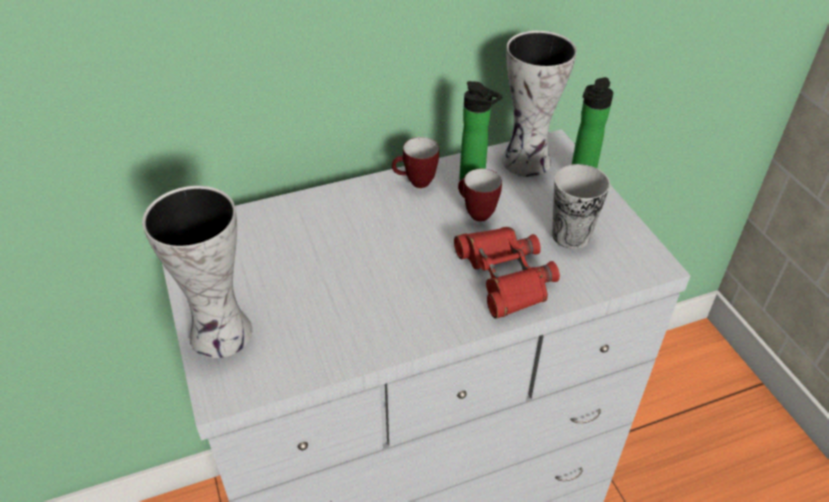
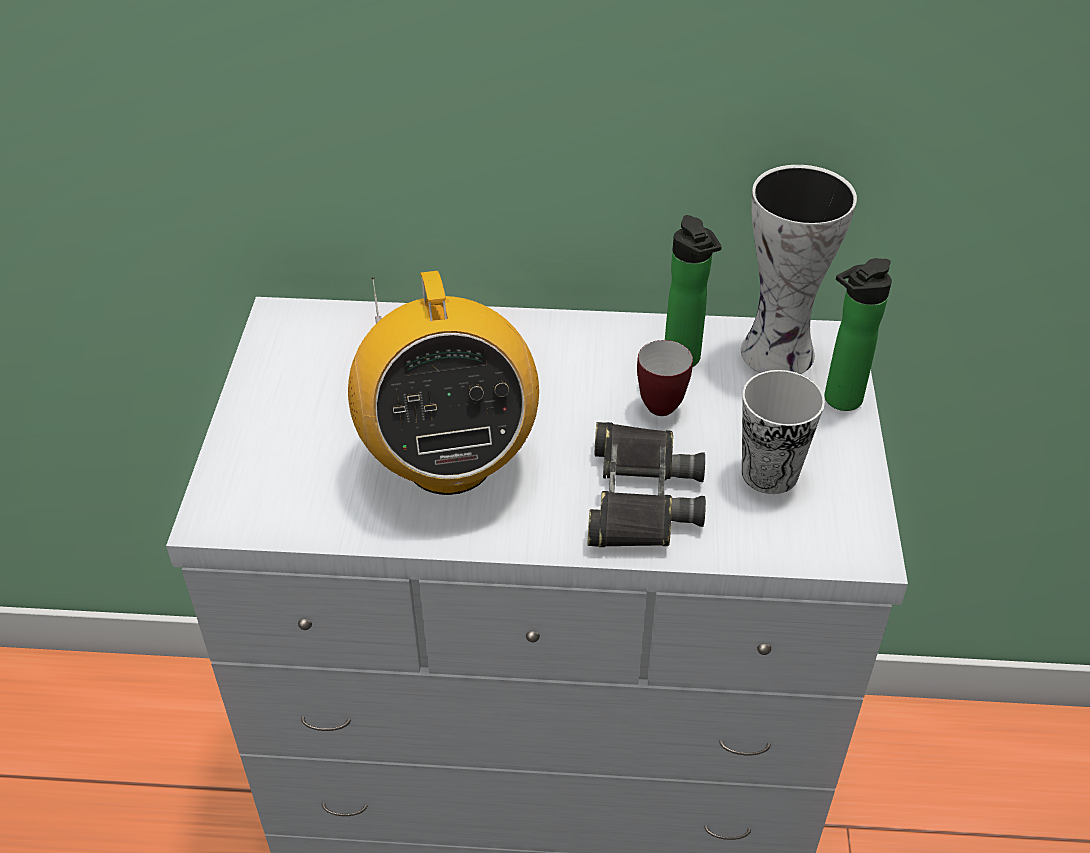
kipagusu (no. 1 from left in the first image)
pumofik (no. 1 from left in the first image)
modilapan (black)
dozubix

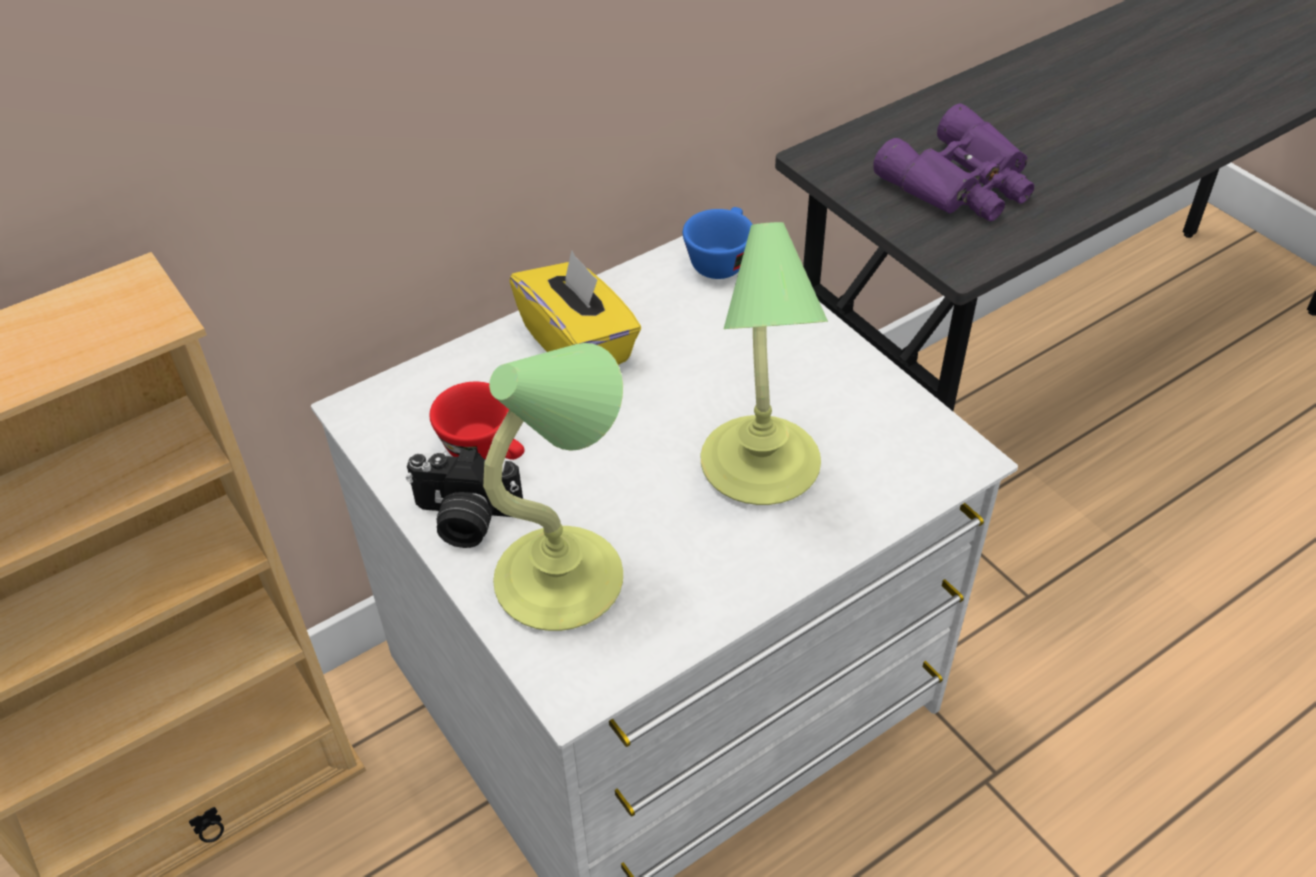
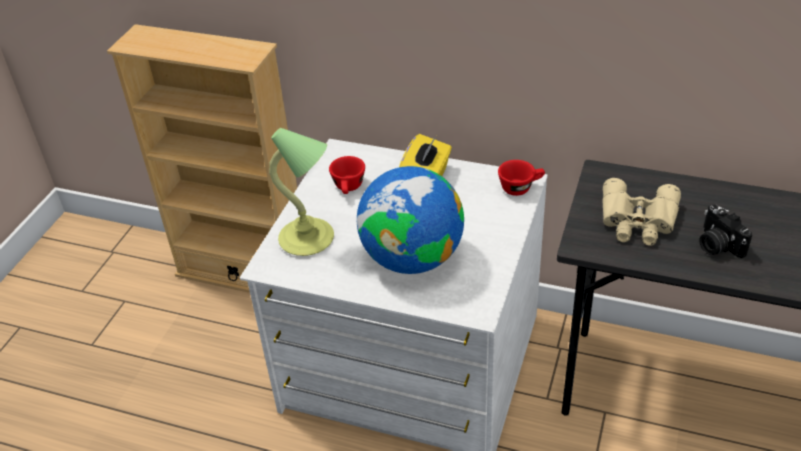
modilapan (beige)
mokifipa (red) (no. 2 from left)
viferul
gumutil

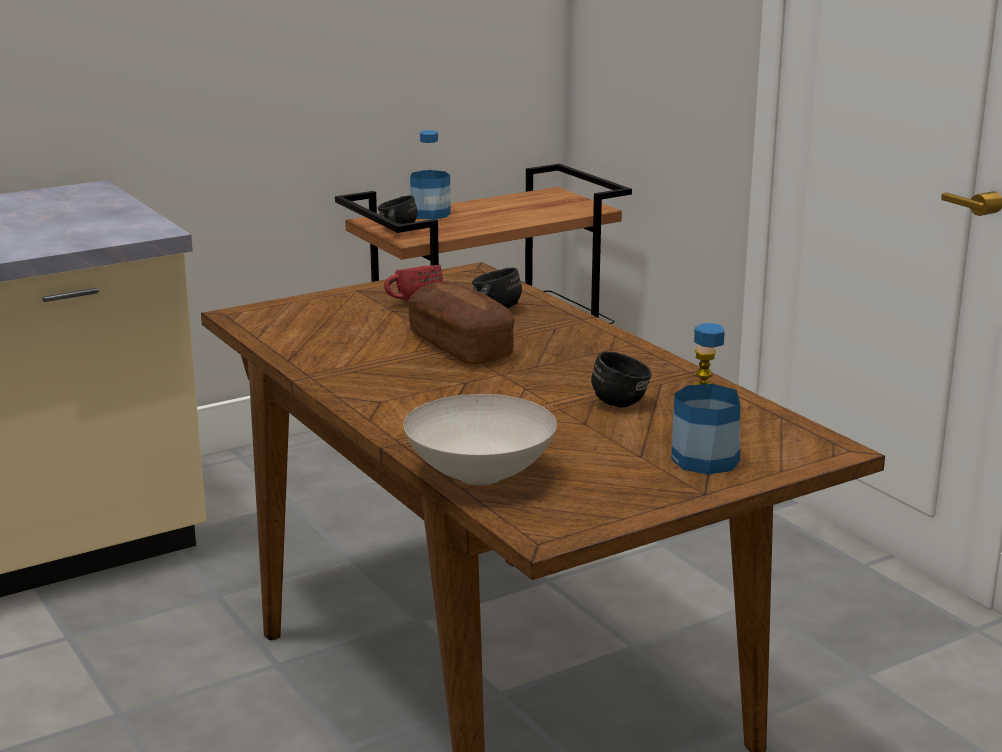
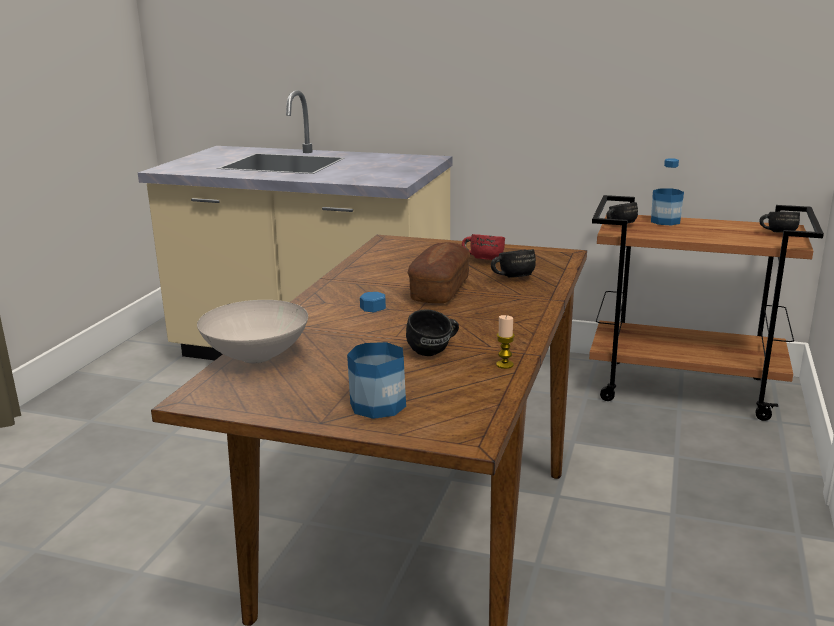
kipagusu (black) (no. 4 from left)

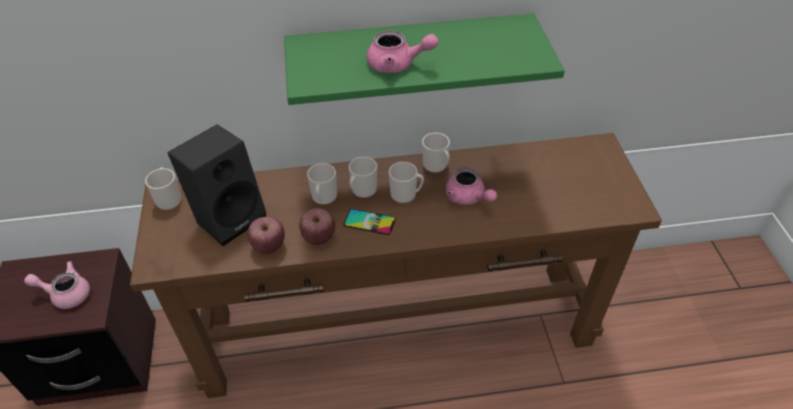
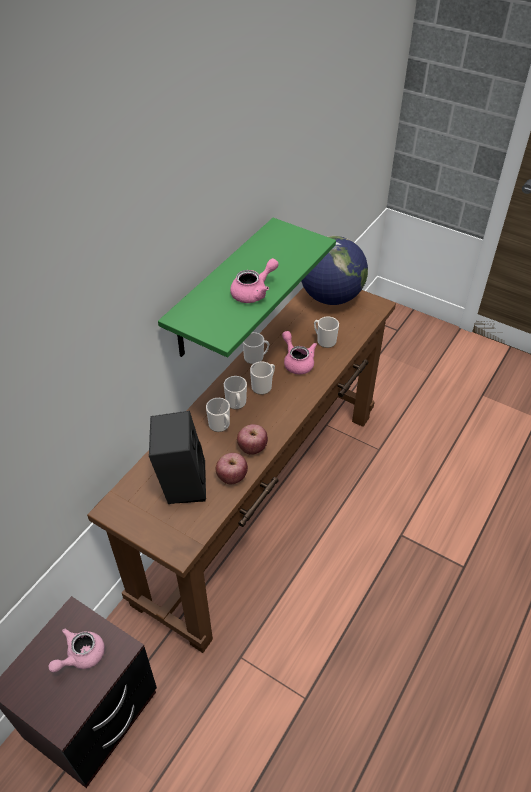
kipagusu (no. 5 from left)
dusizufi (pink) (no. 3 from left)
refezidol
viferul

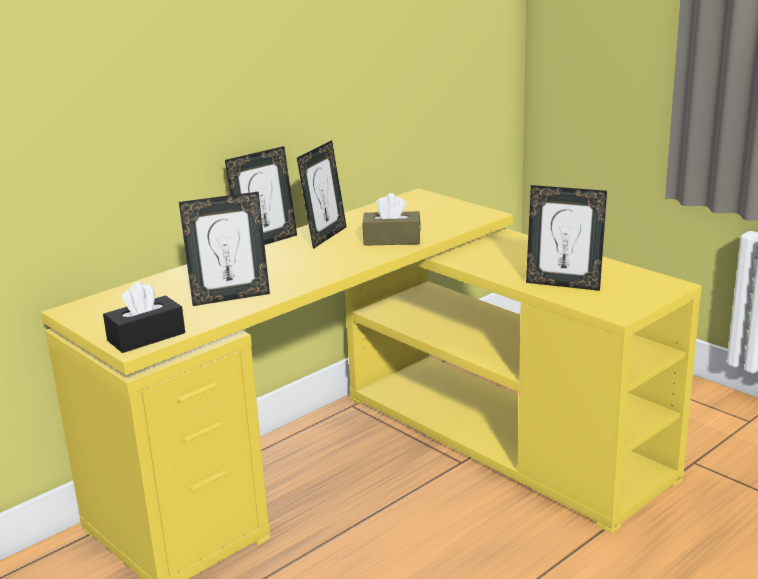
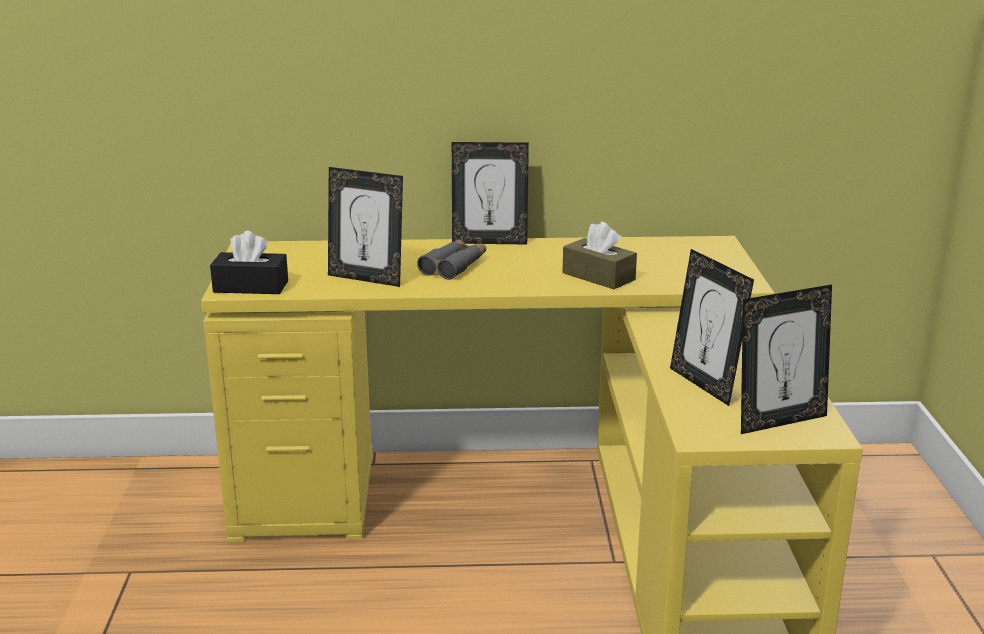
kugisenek (no. 4 from left)
modilapan (grey)

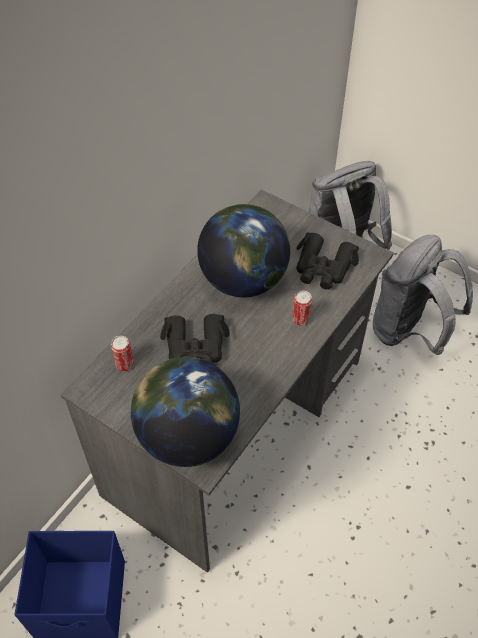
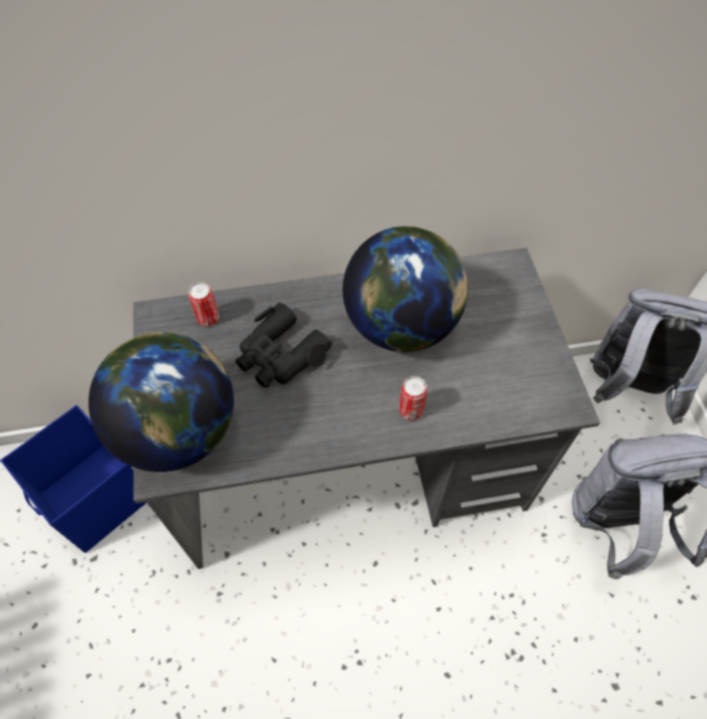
modilapan (black) (no. 2 from left in the first image)

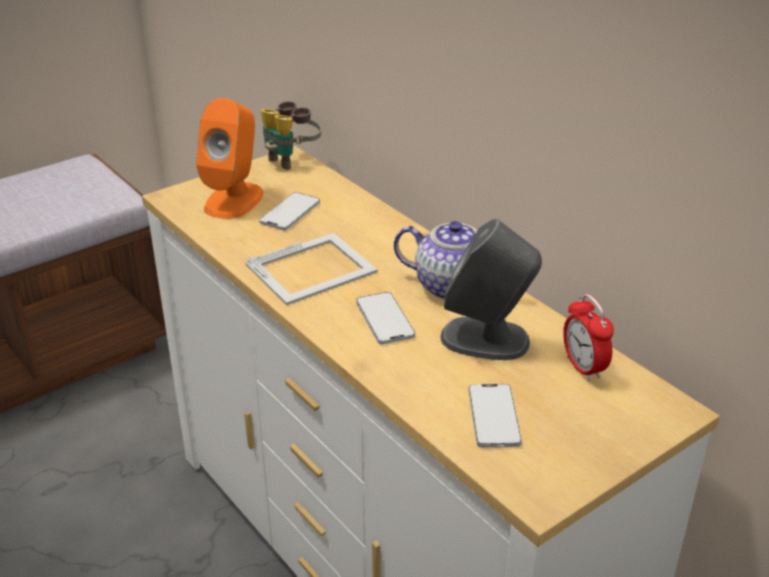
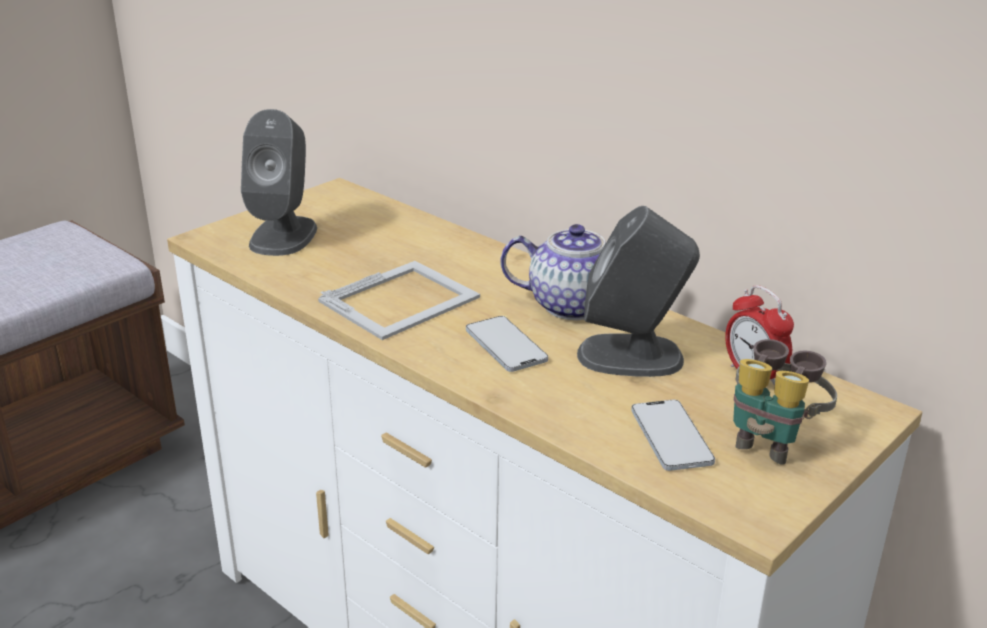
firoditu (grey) (no. 1 from left)
modilapan
refezidol (no. 1 from left in the first image)

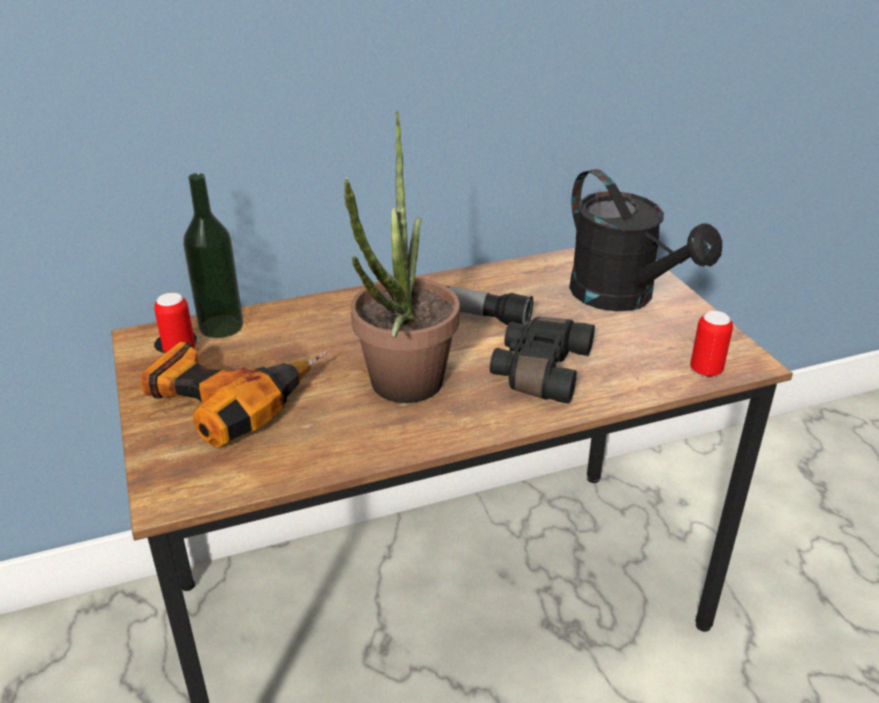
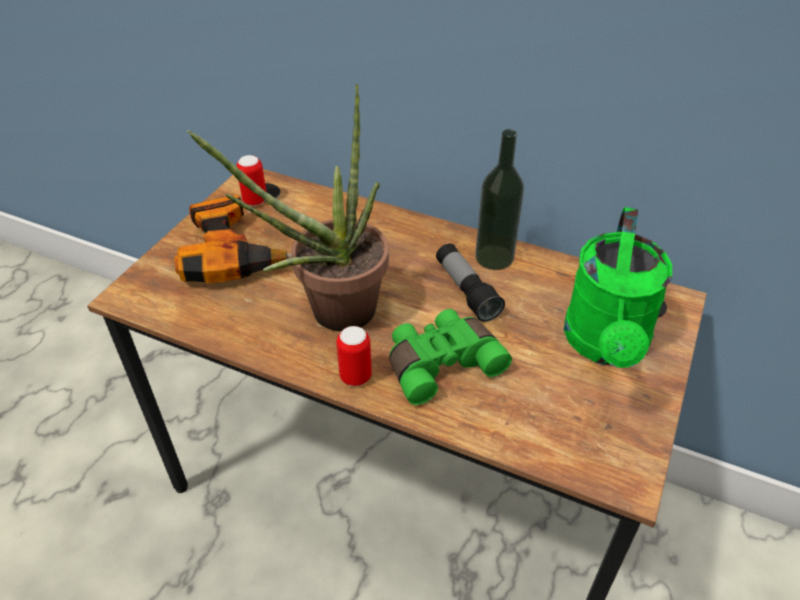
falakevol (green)
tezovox
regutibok (no. 2 from left)
modilapan (green)

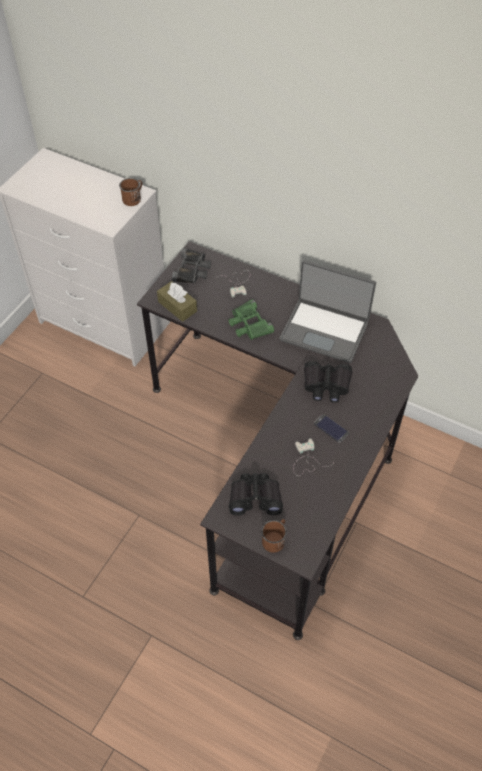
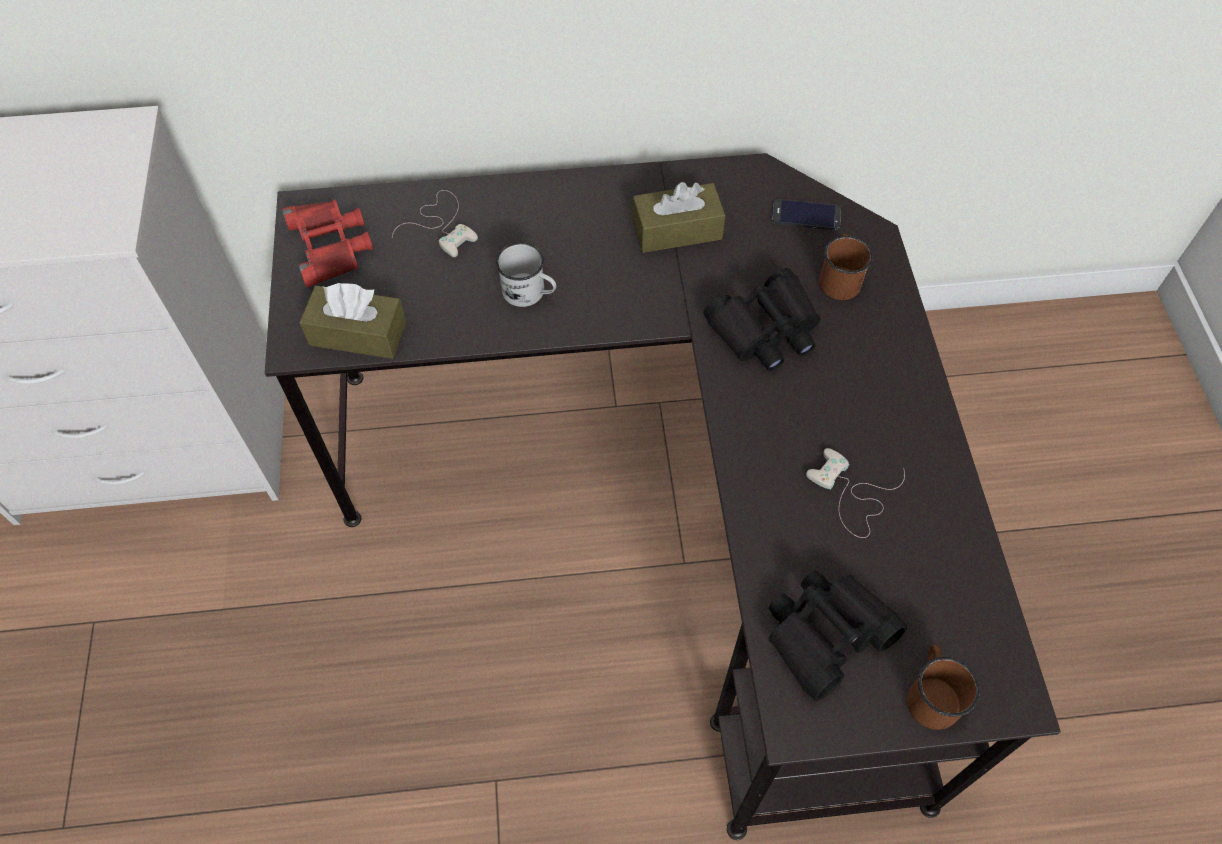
kipagusu (brown) (no. 1 from left)
modilapan (red)
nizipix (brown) (no. 2 from left)
kipagusu (white)
refezidol

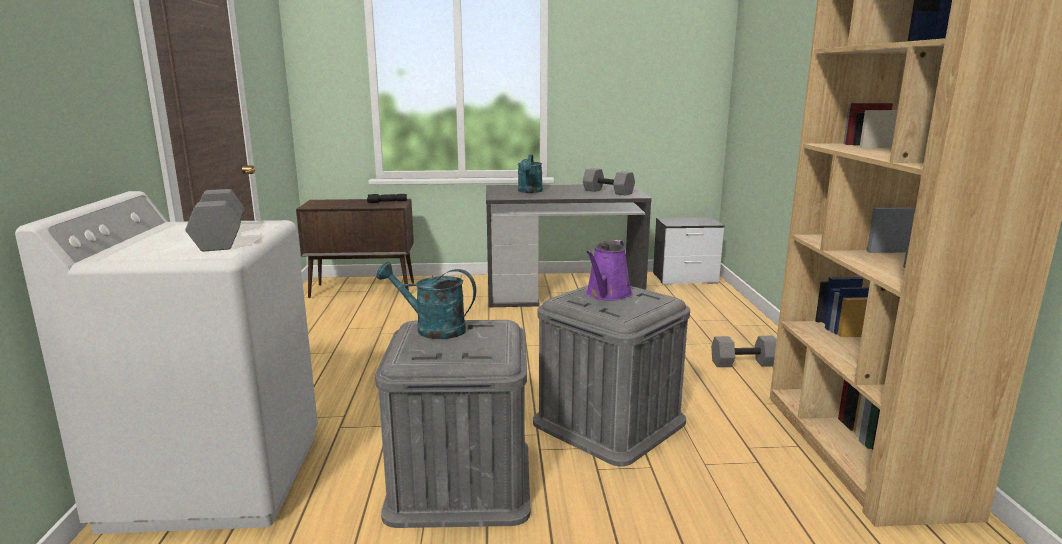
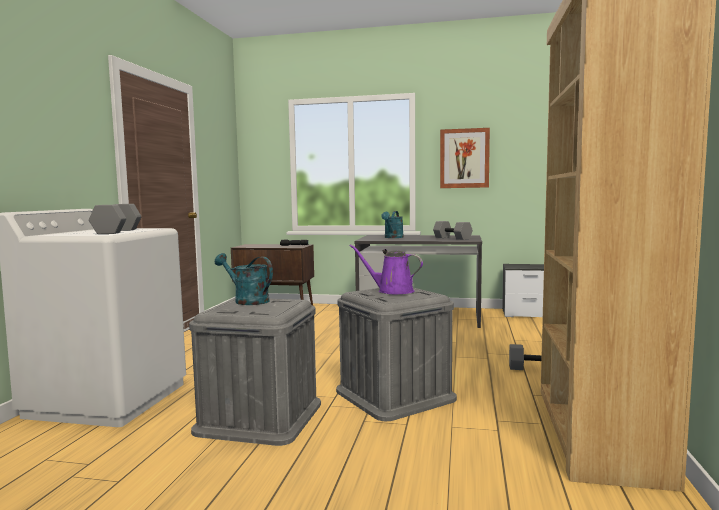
falakevol (purple)
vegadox

